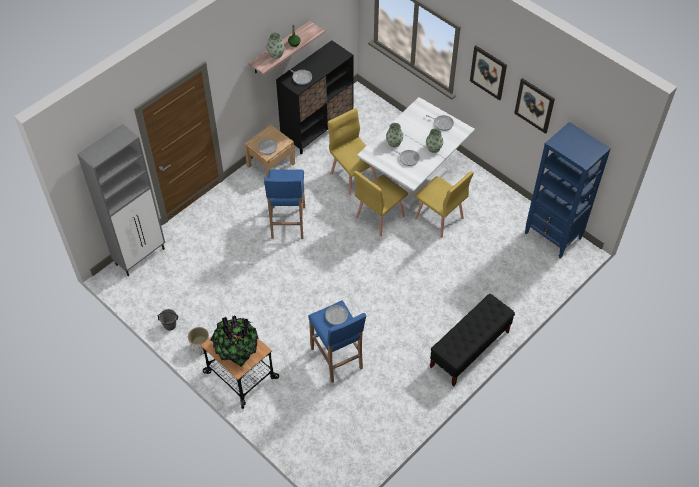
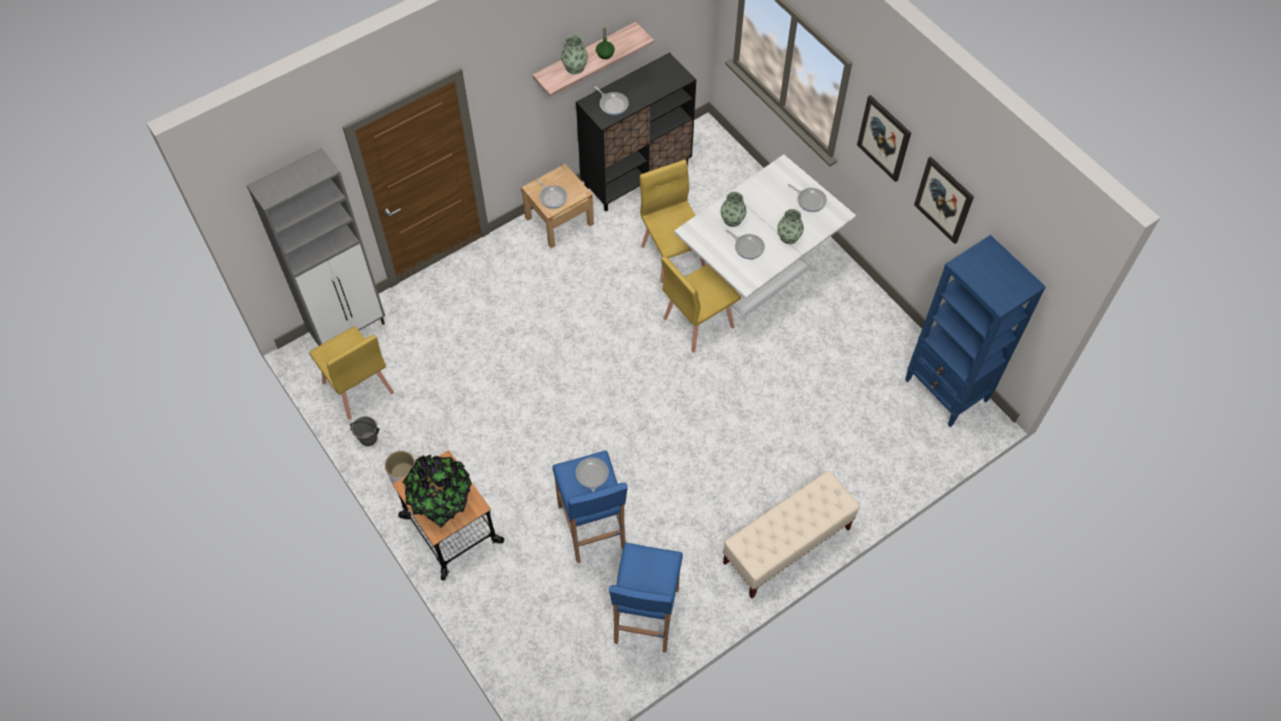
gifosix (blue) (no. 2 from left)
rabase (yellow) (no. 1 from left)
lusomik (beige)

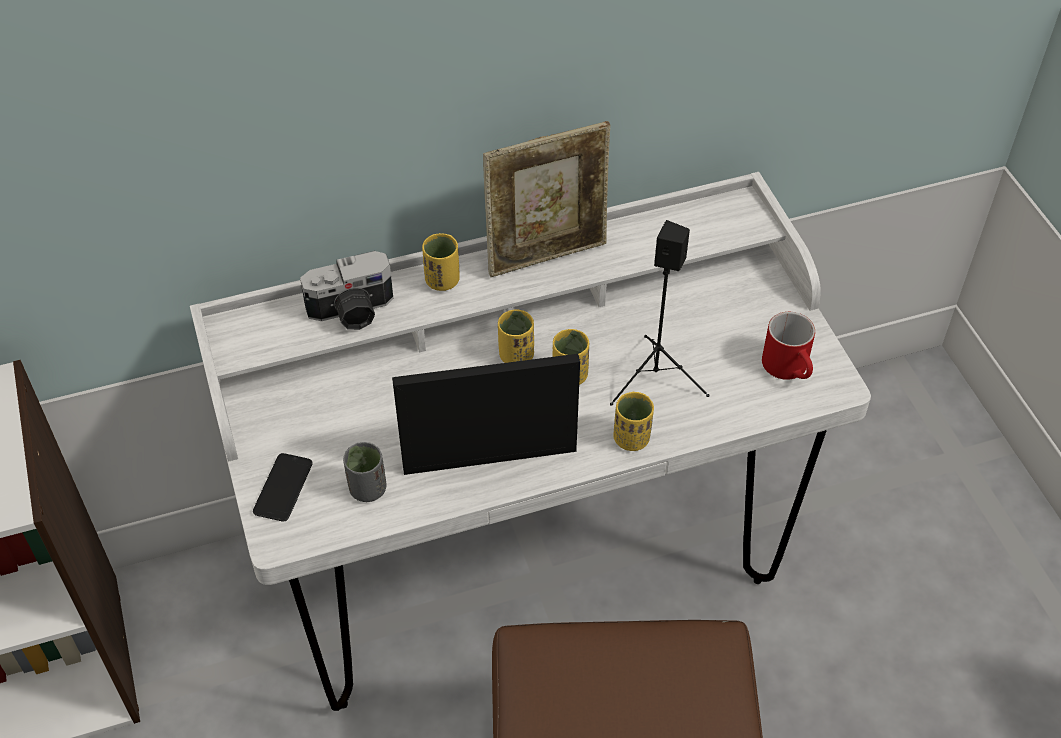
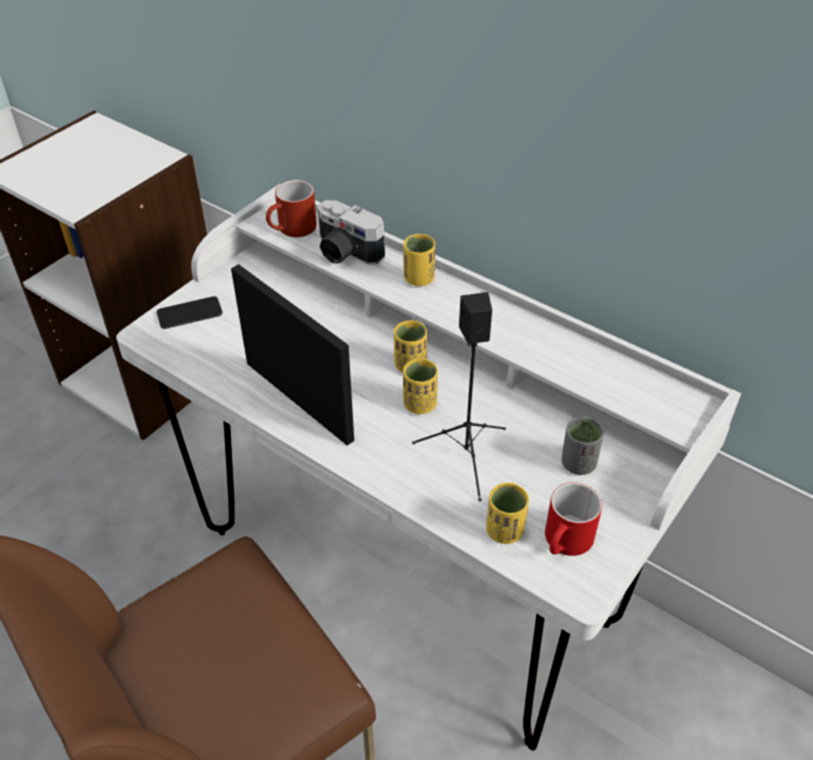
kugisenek (no. 2 from left in the first image)
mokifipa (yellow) (no. 4 from left)
mokifipa (grey)
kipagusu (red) (no. 1 from left)

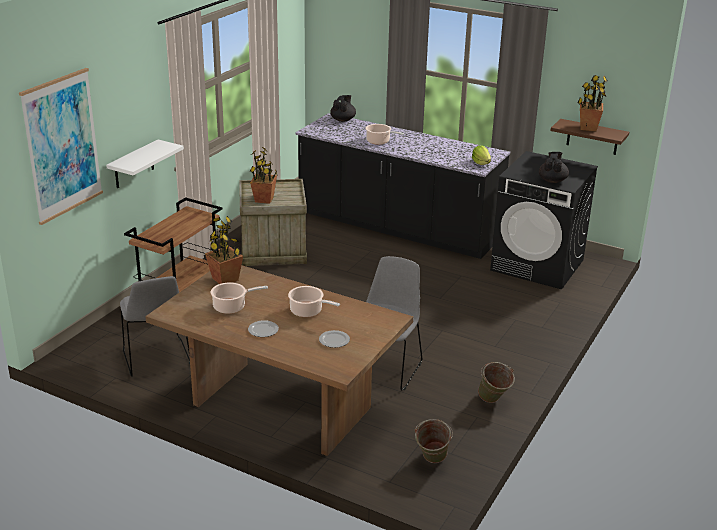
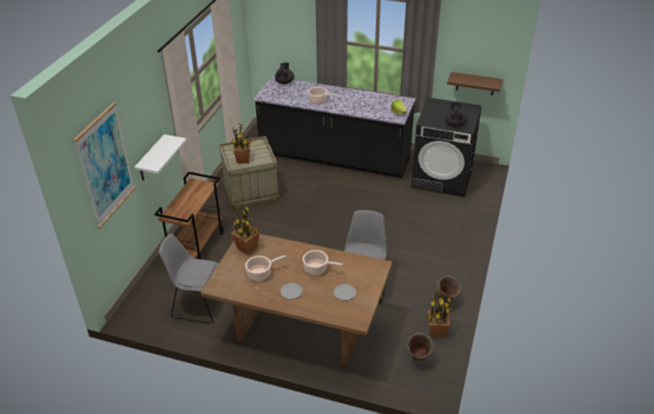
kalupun (no. 3 from left)
rabase (grey) (no. 1 from left)

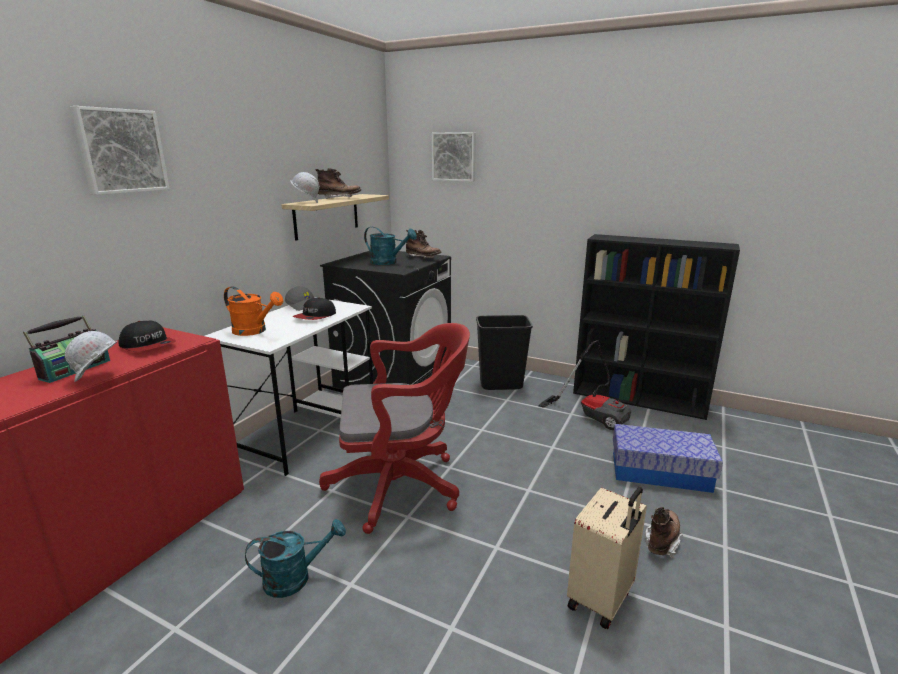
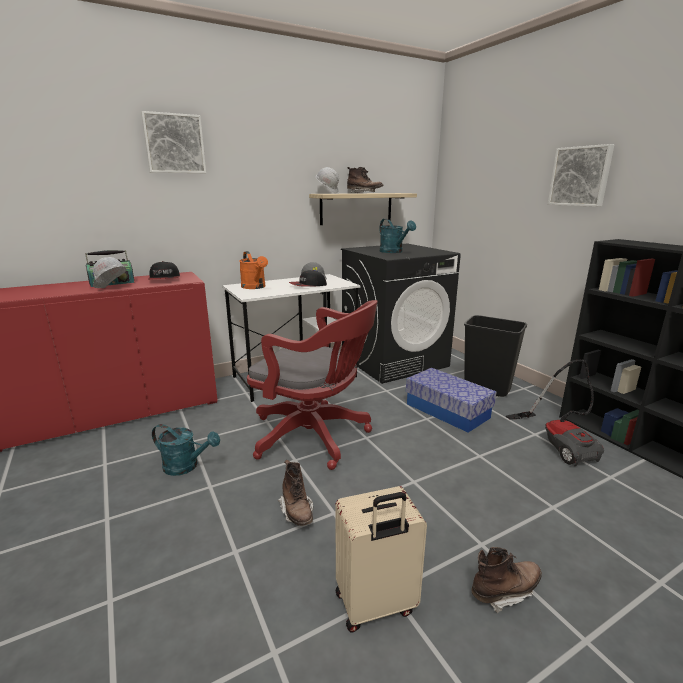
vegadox (no. 2 from left)
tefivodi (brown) (no. 1 from left)
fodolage

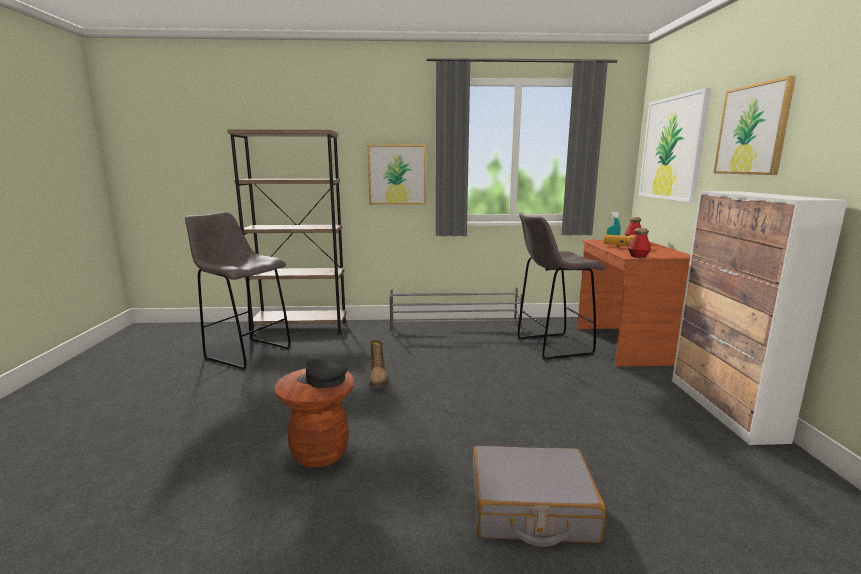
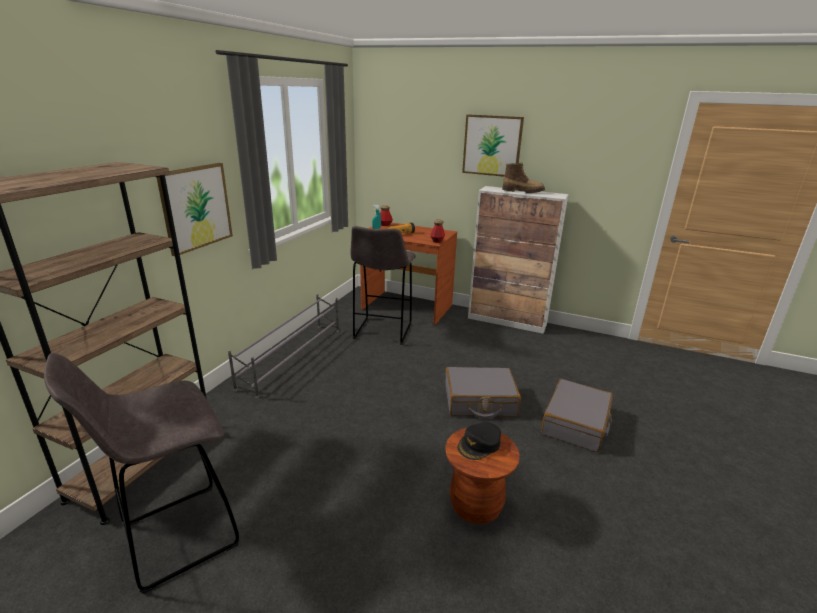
vegadox (no. 2 from left in the first image)
tefivodi
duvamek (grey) (no. 1 from left)

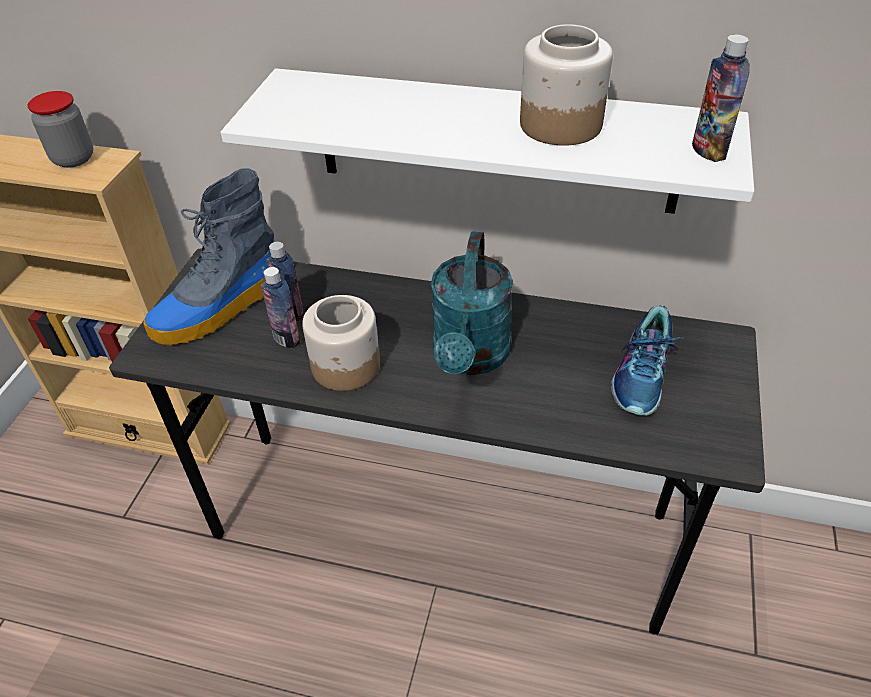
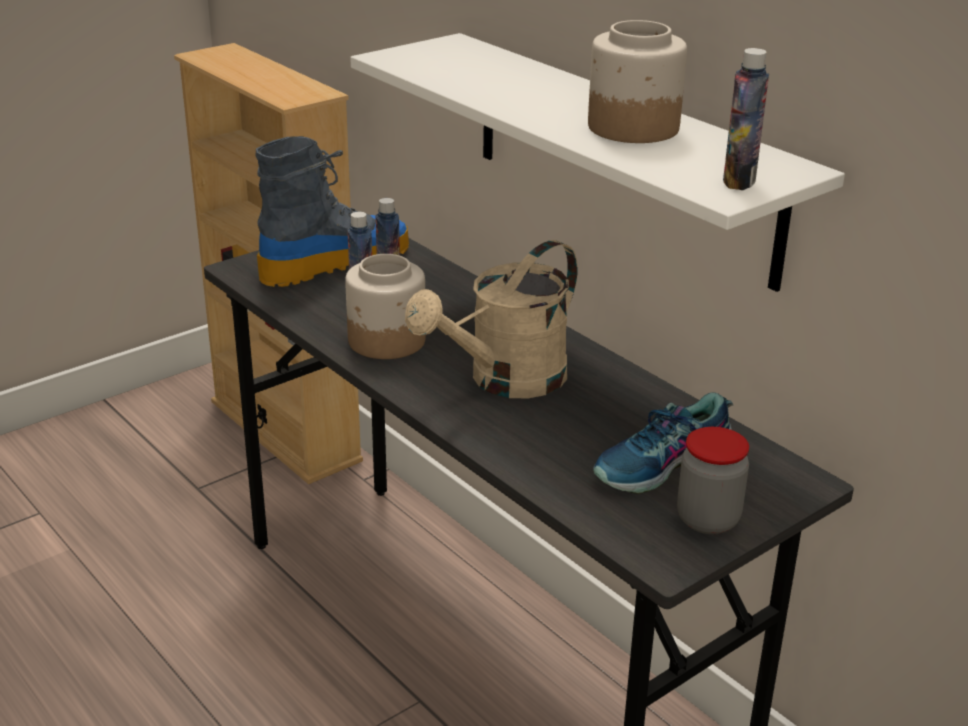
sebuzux (no. 3 from left)
tefivodi
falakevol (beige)

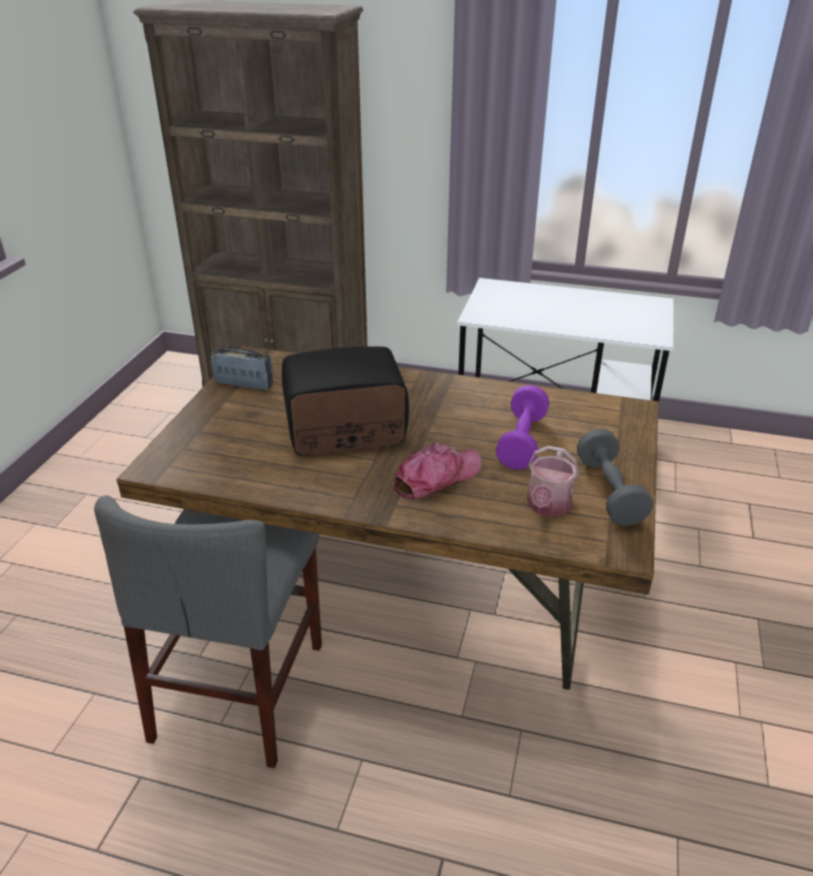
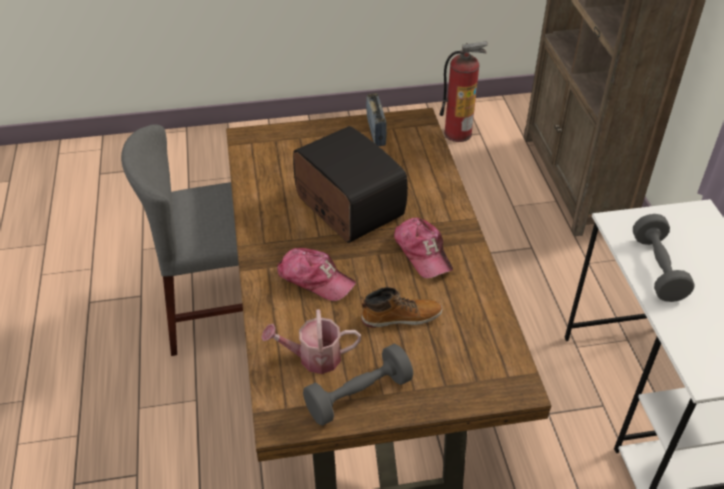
tefivodi
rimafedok
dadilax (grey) (no. 2 from left)
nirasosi (no. 2 from left)

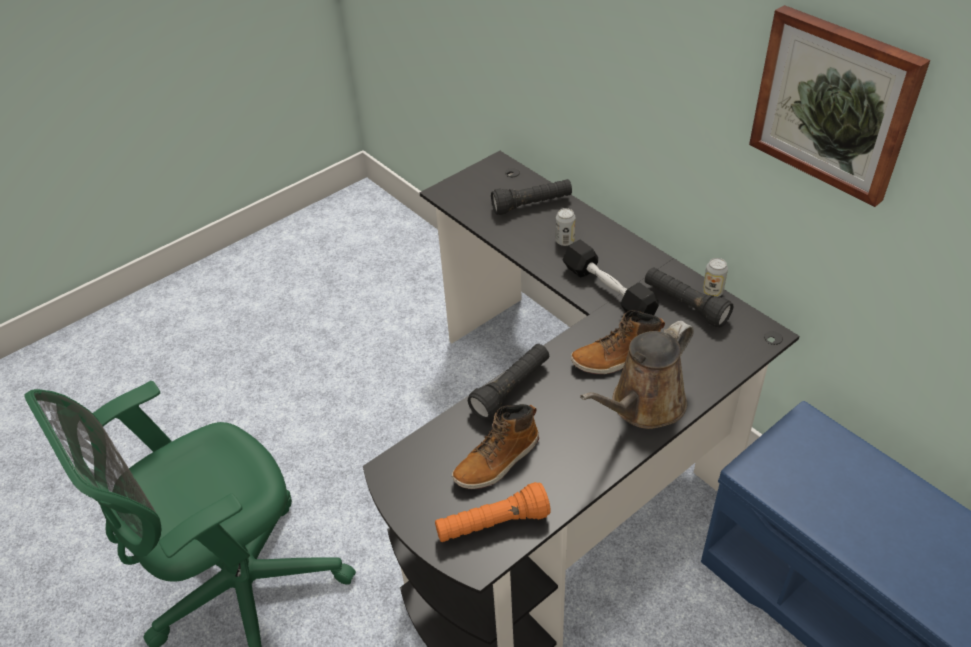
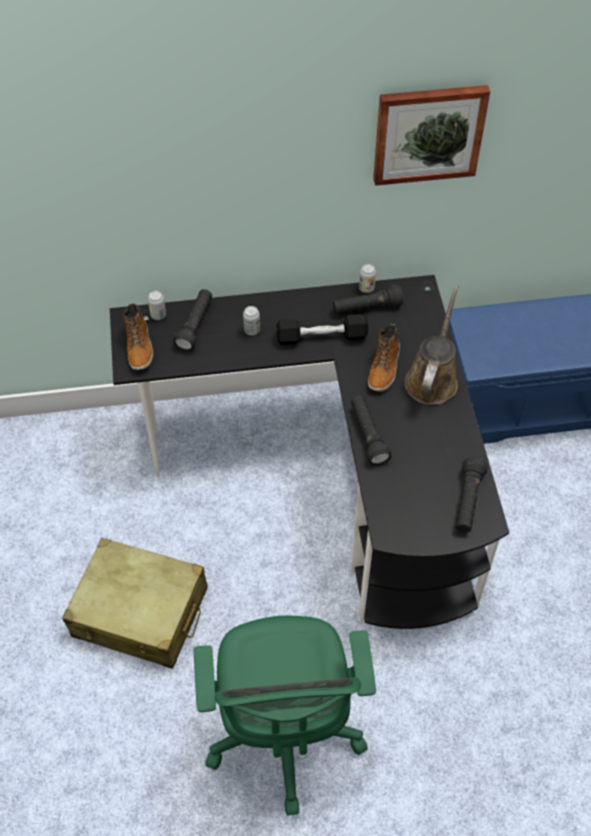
falakevol (brown)
tefivodi (no. 1 from left)
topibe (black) (no. 4 from left)
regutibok (no. 1 from left)
duvamek (beige)

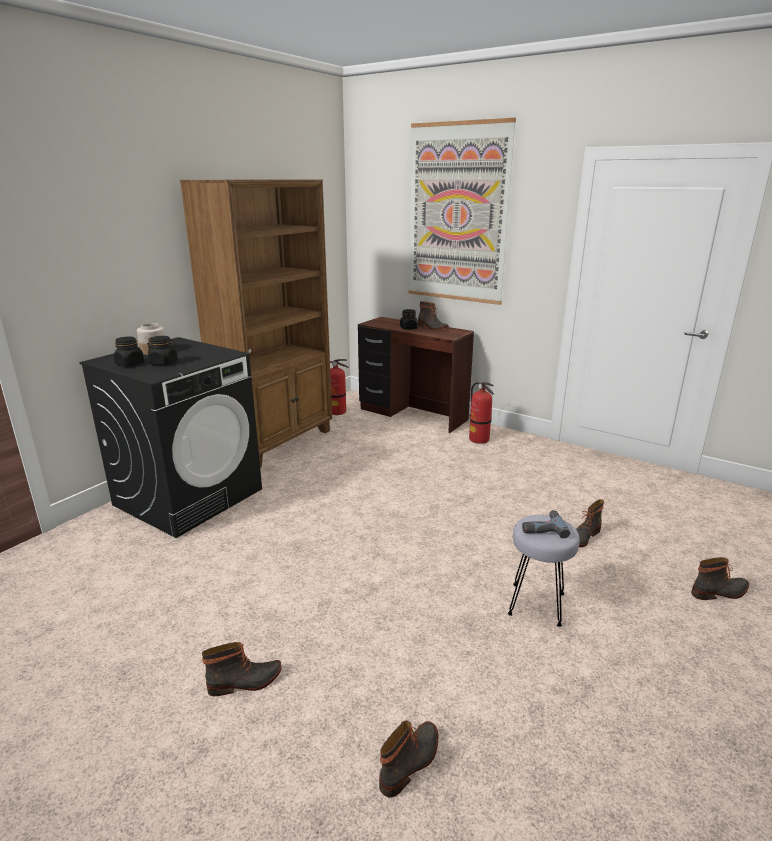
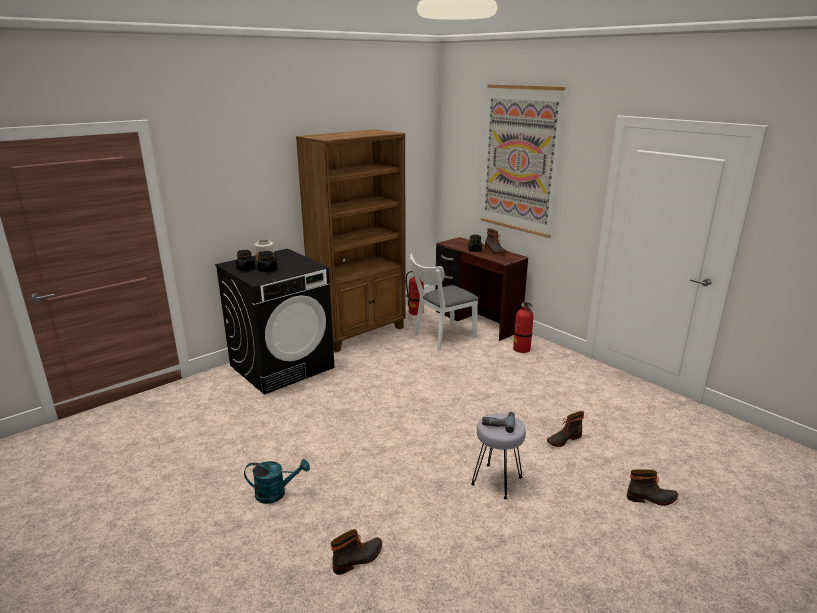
falakevol (turquoise)
rabase (white)

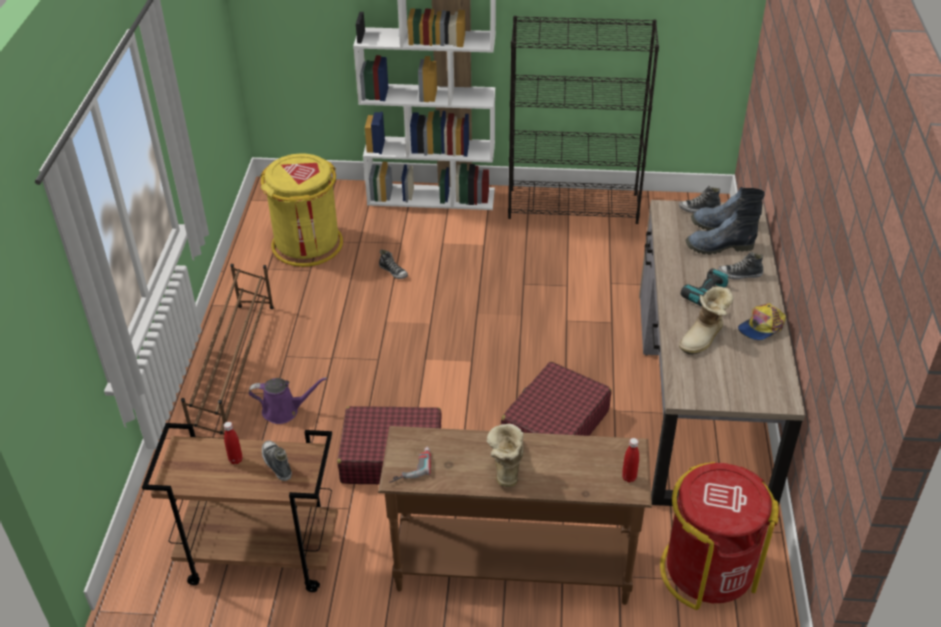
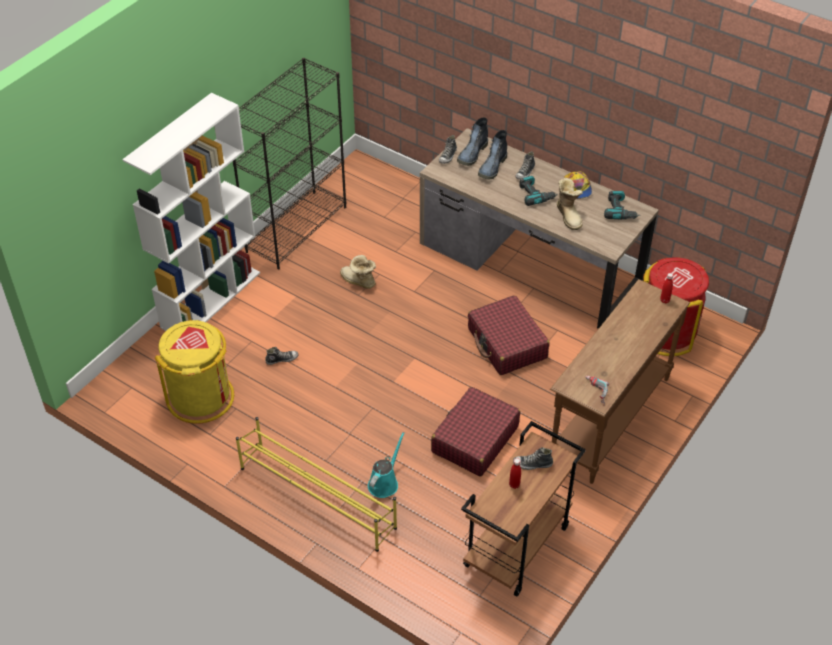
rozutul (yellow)
falakevol (turquoise)
tefivodi (no. 1 from left)
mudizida (no. 3 from left)

